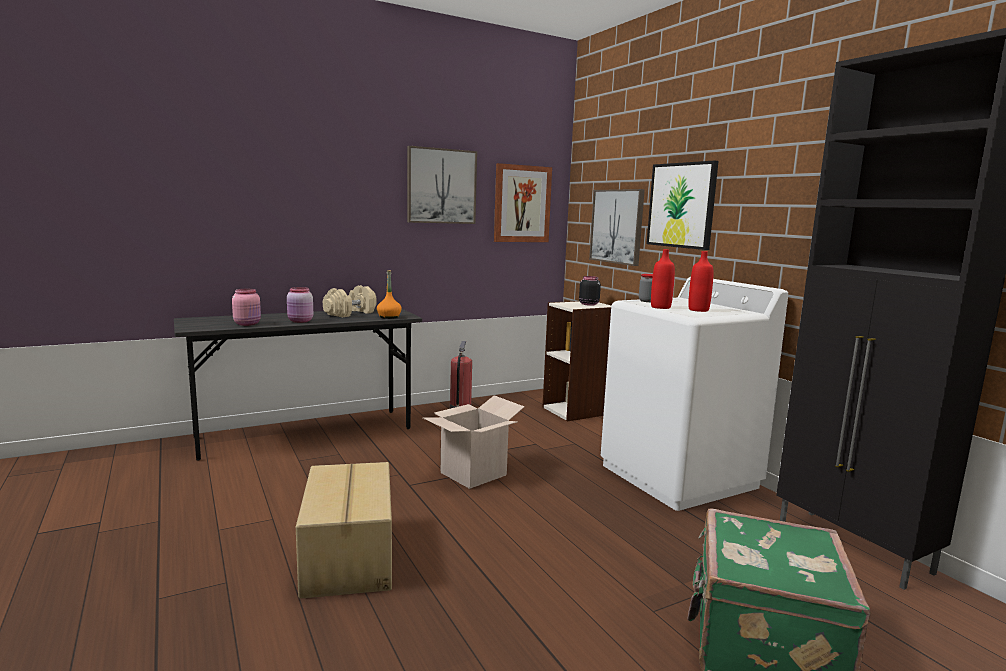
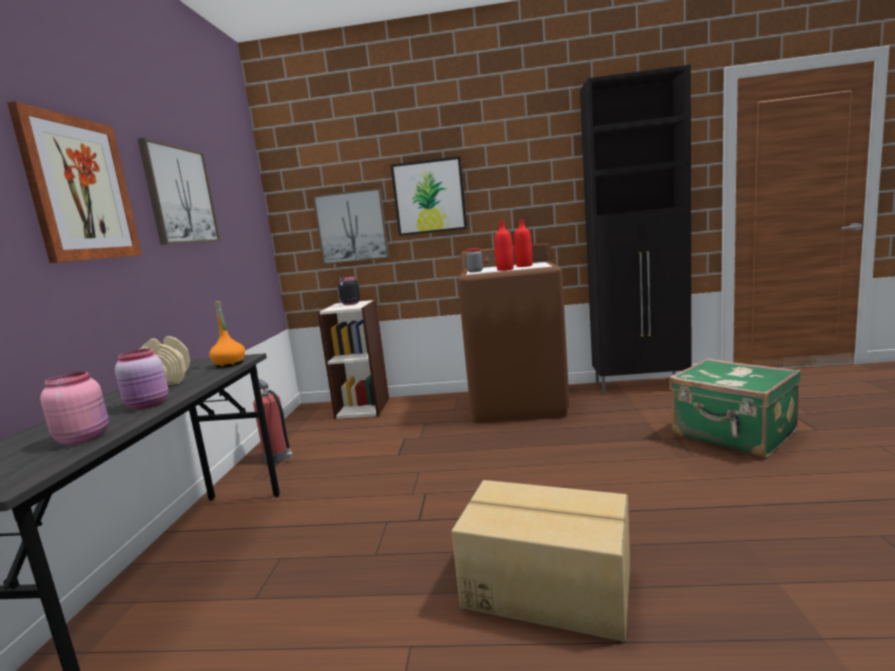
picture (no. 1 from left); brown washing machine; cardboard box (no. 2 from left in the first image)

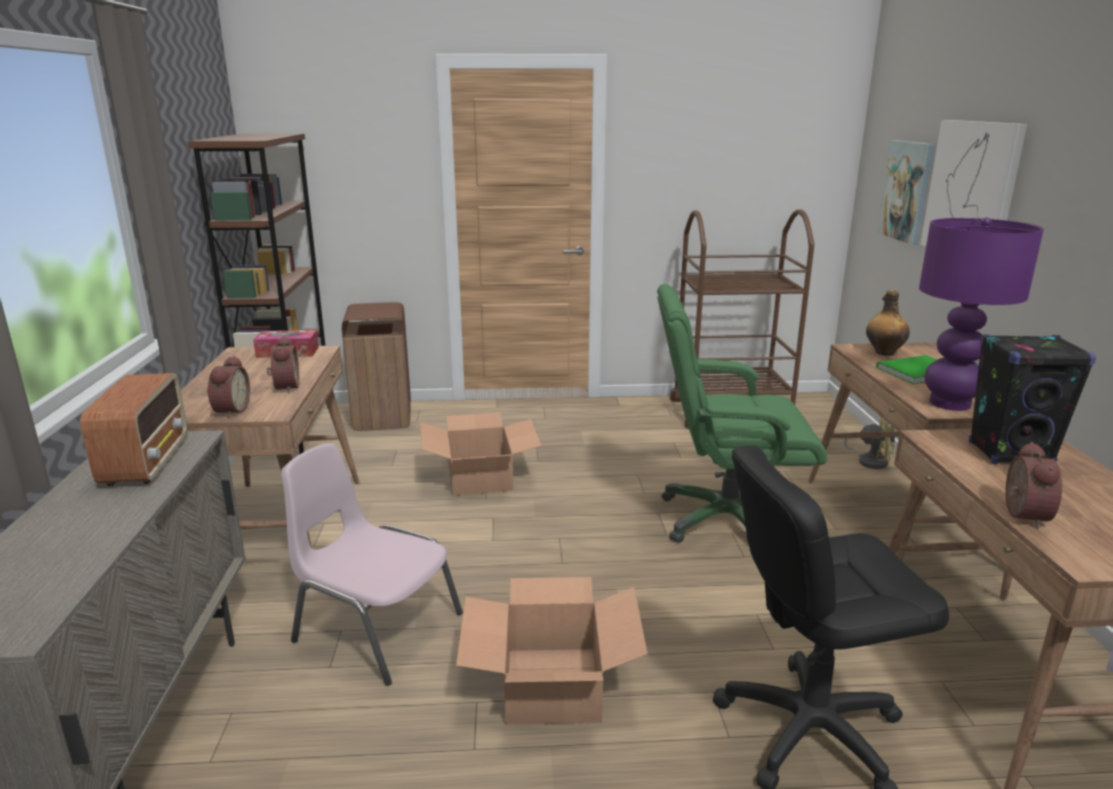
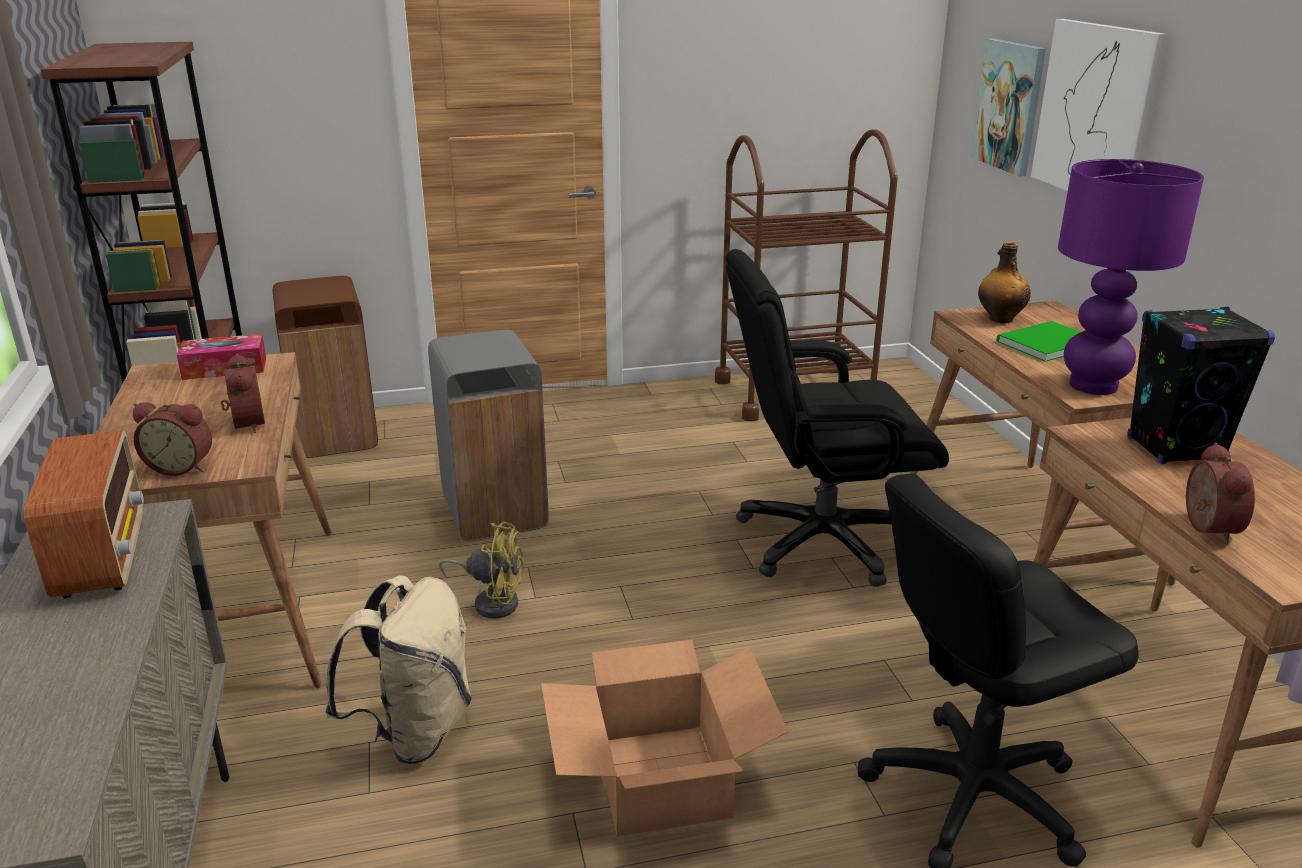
black office chair (no. 1 from left); alarm clock (no. 1 from left); grey trash can; yellow fan; beige backpack

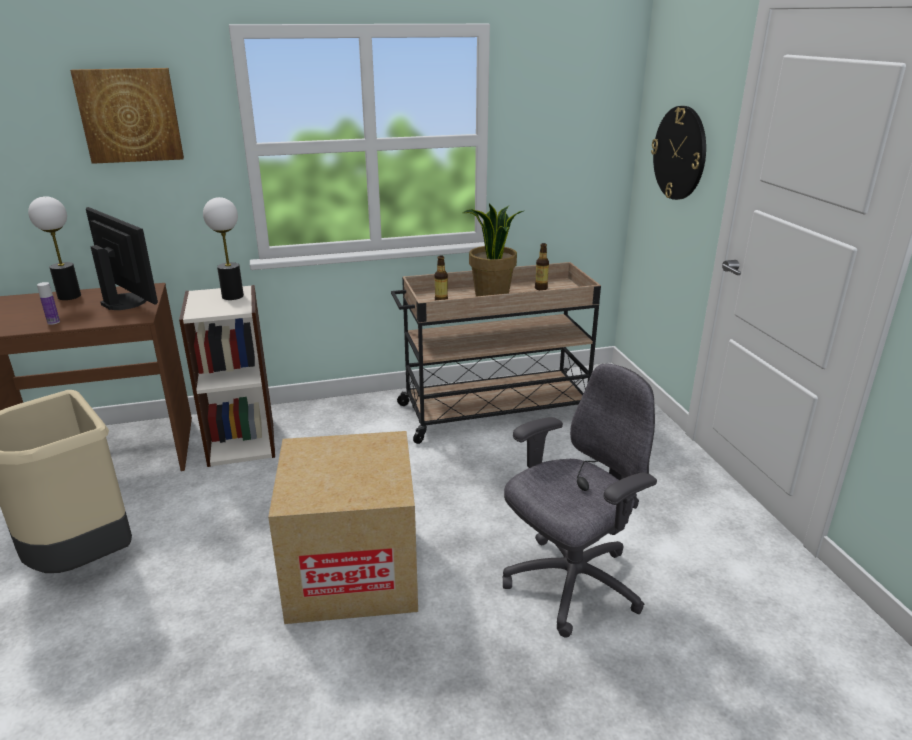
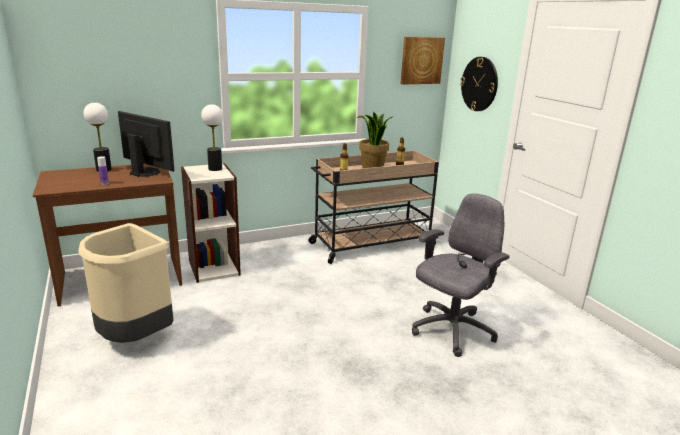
picture; cardboard box

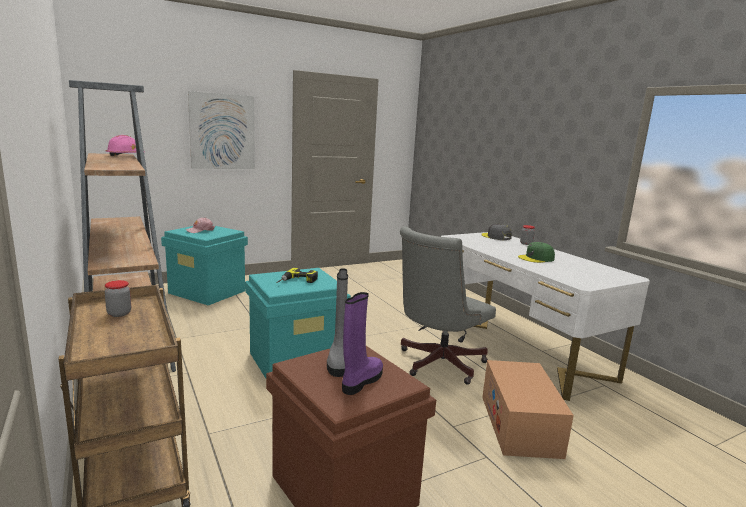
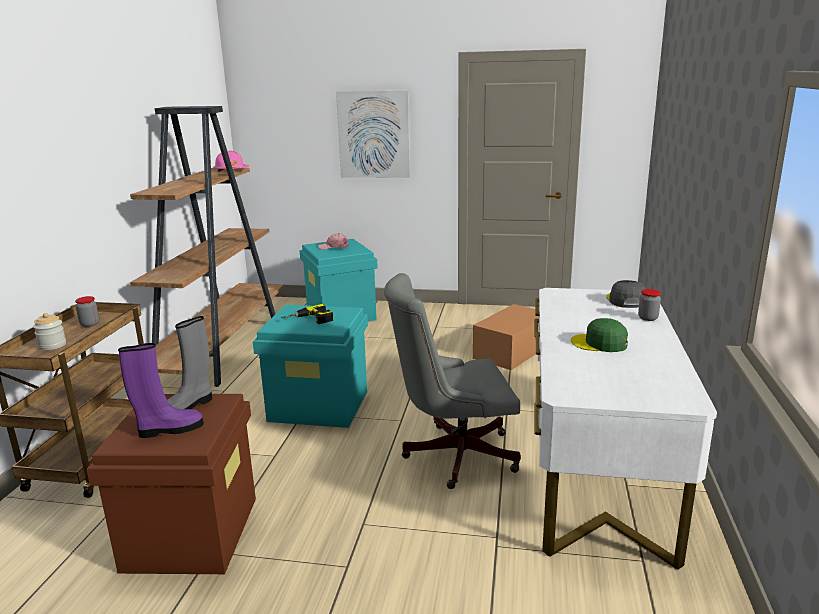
cardboard box; jar (no. 1 from left)

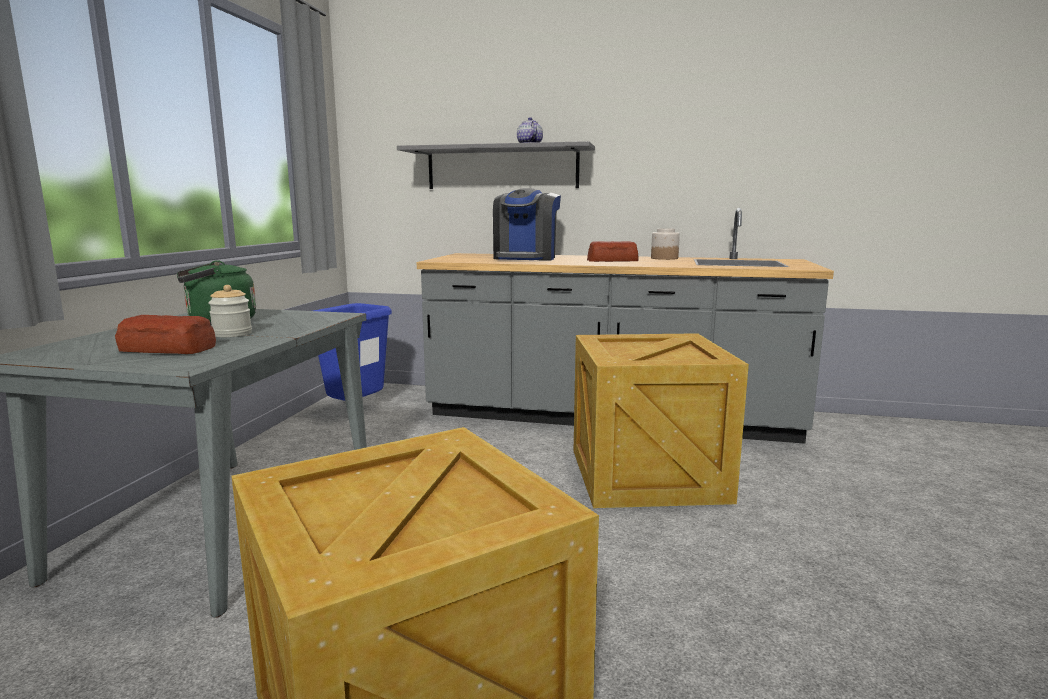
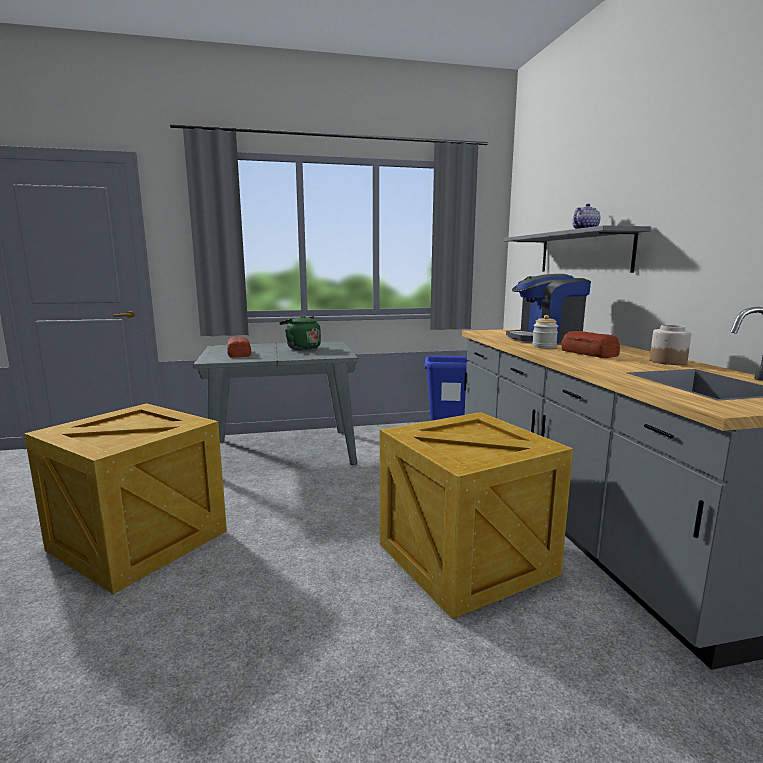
jar (no. 1 from left)

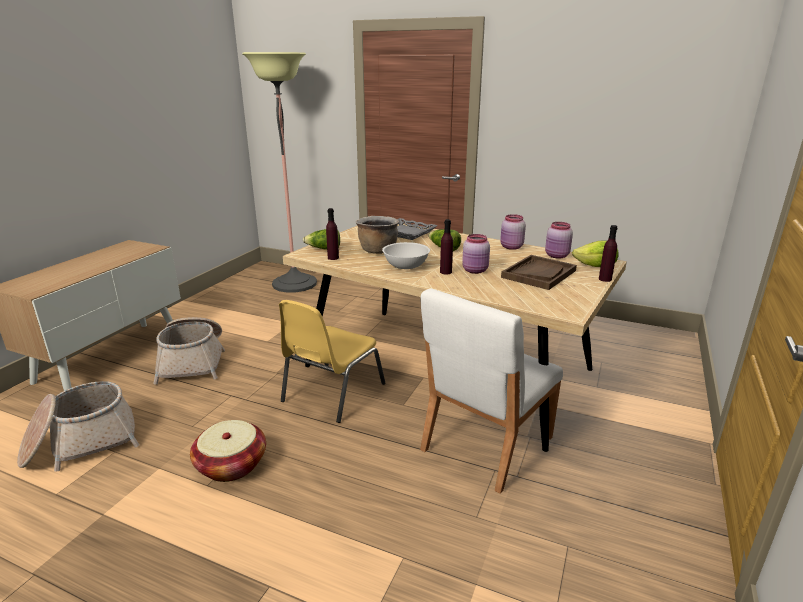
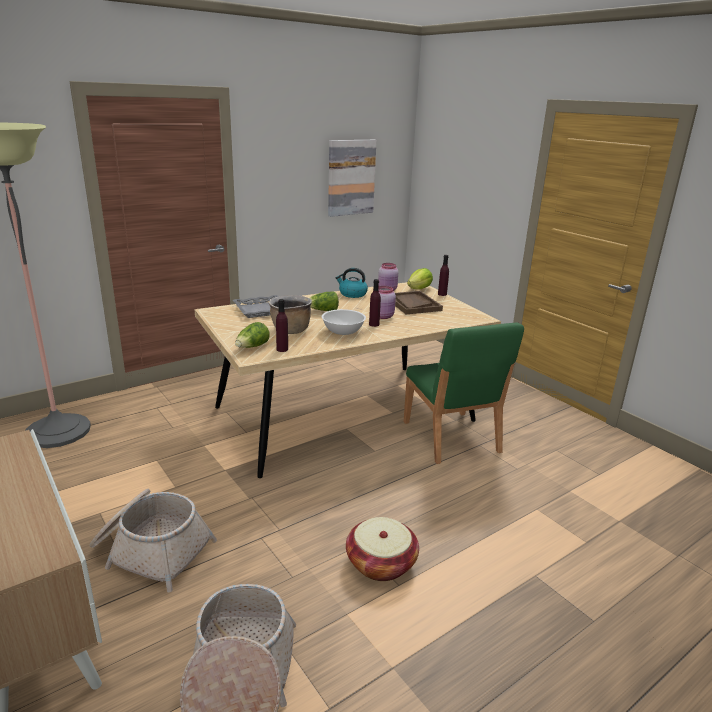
kettle; green chair; yellow chair; picture

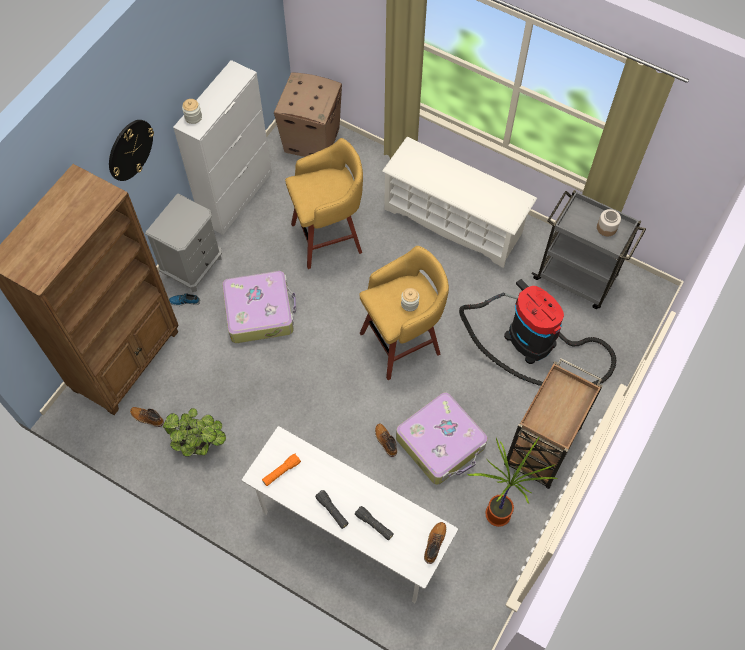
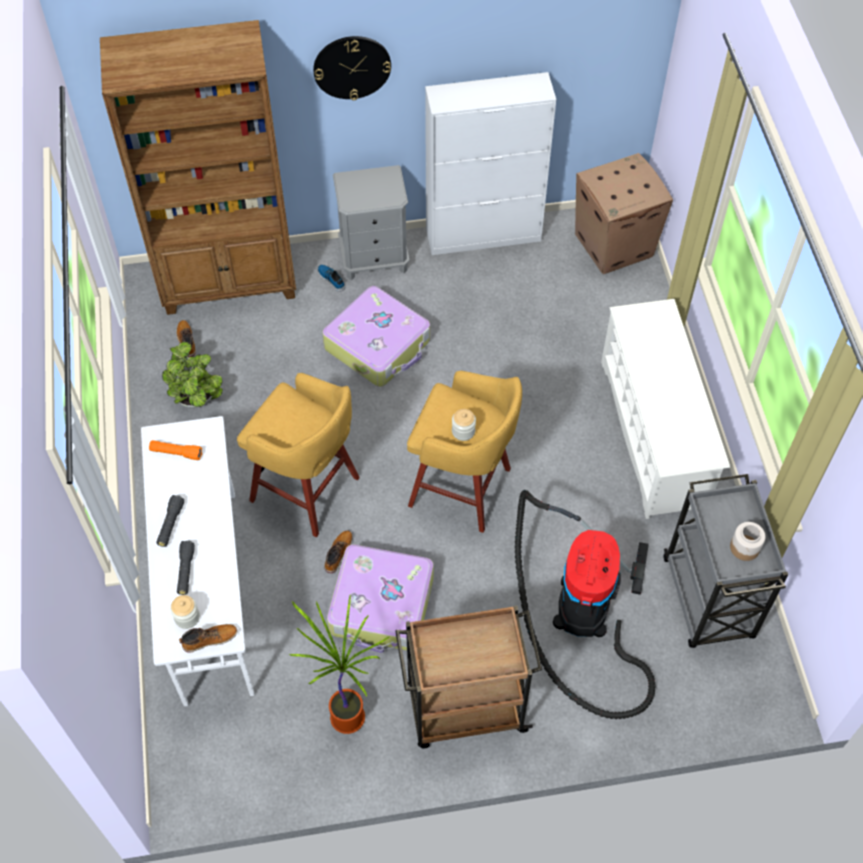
jar (no. 1 from left); yellow stool (no. 1 from left)

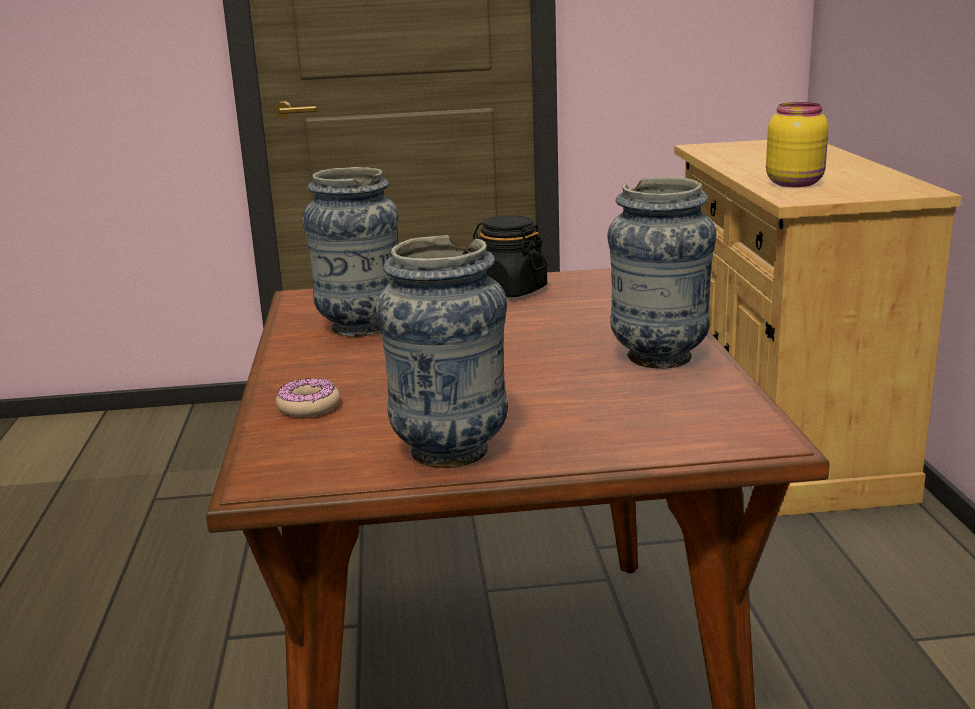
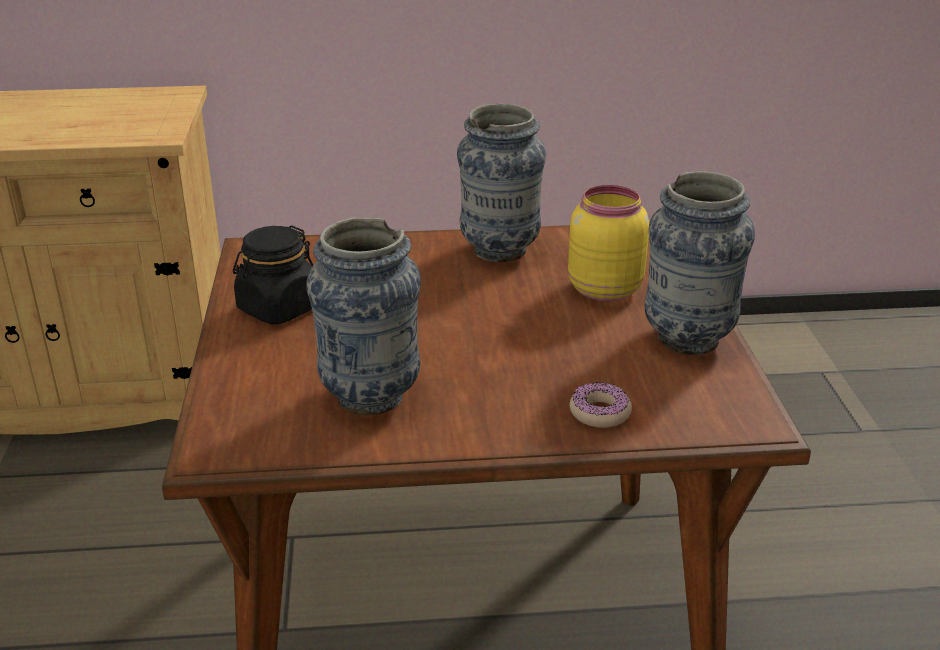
yellow jar

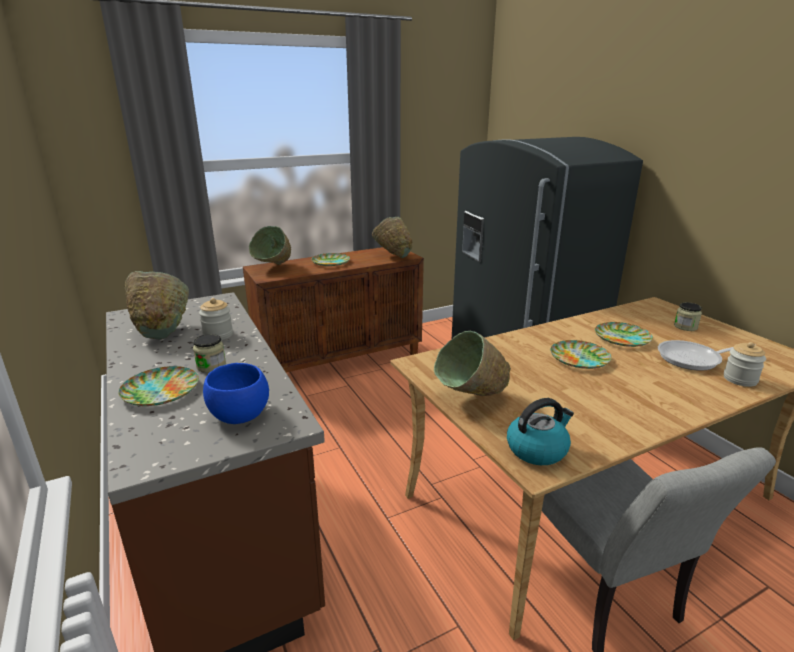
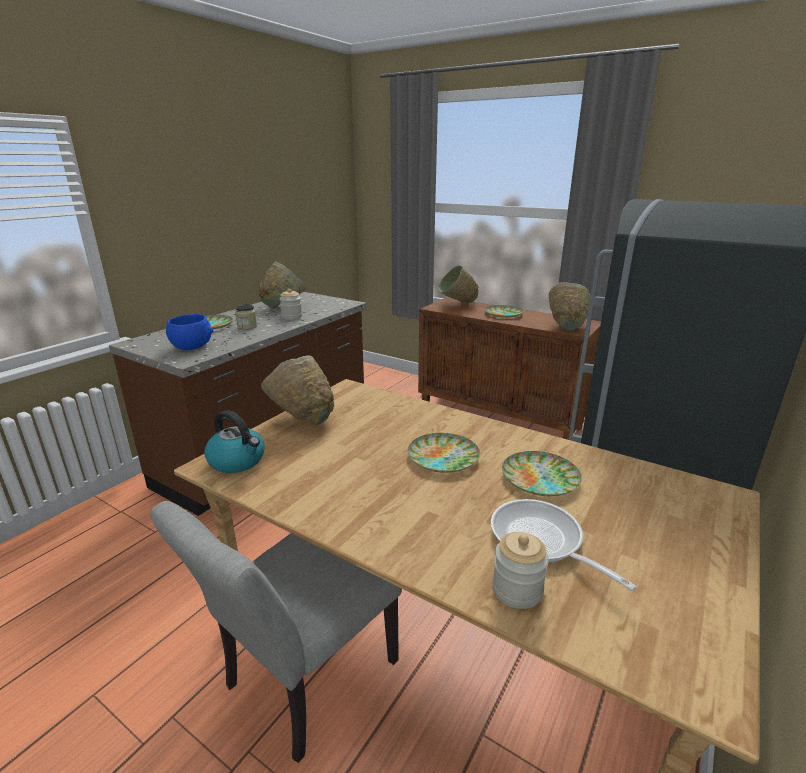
jar (no. 3 from left in the first image)

